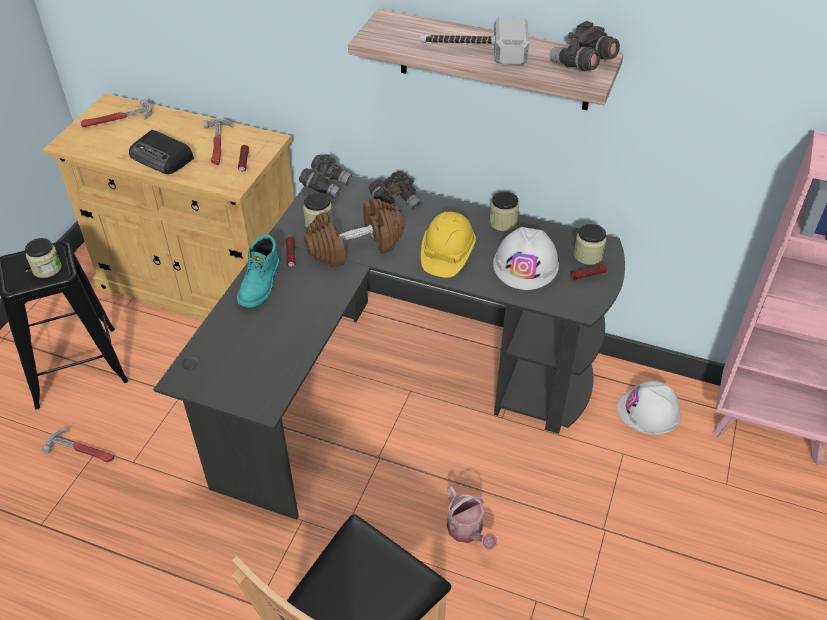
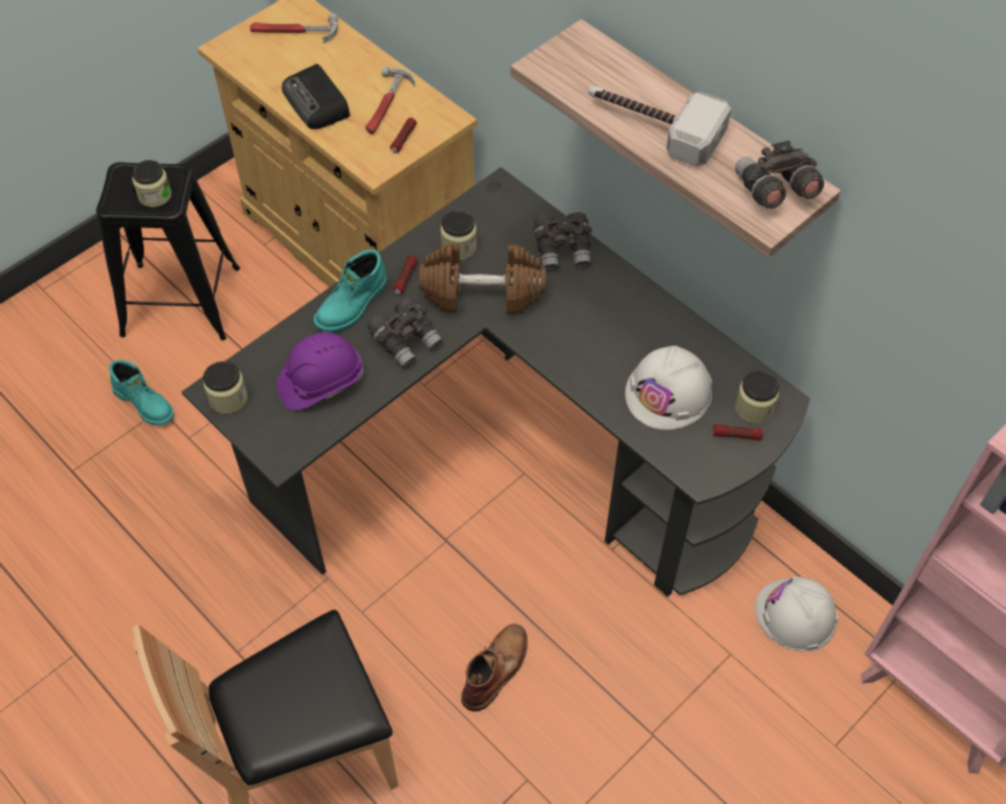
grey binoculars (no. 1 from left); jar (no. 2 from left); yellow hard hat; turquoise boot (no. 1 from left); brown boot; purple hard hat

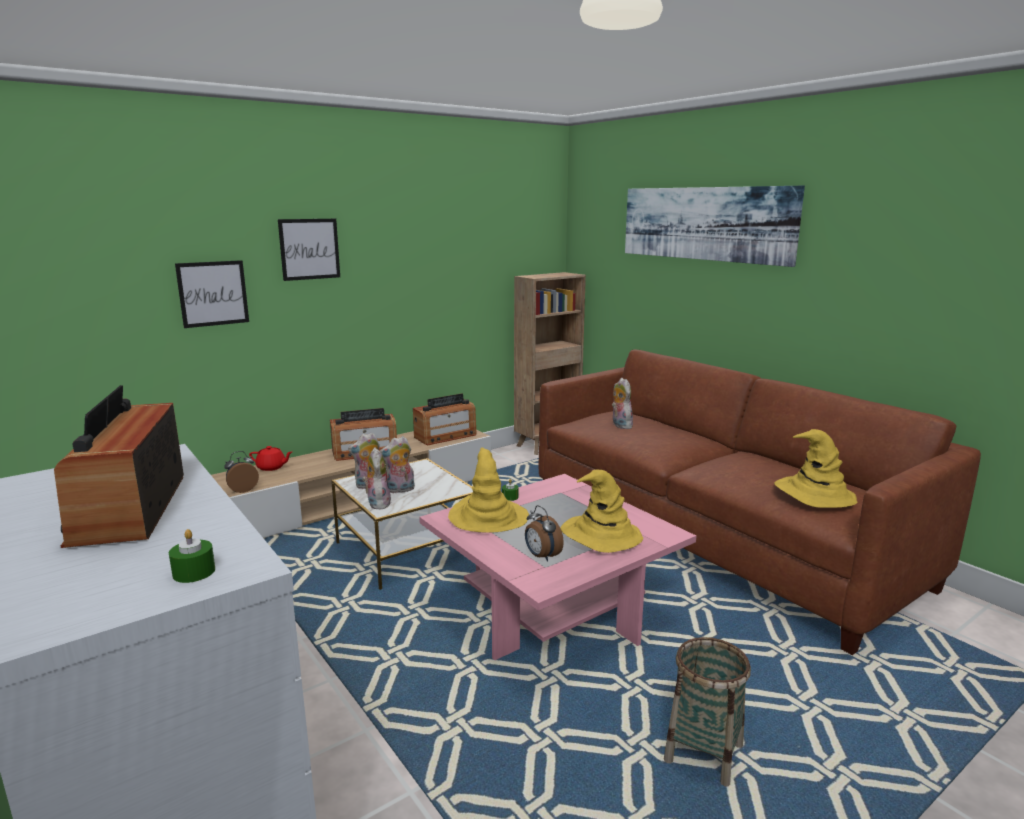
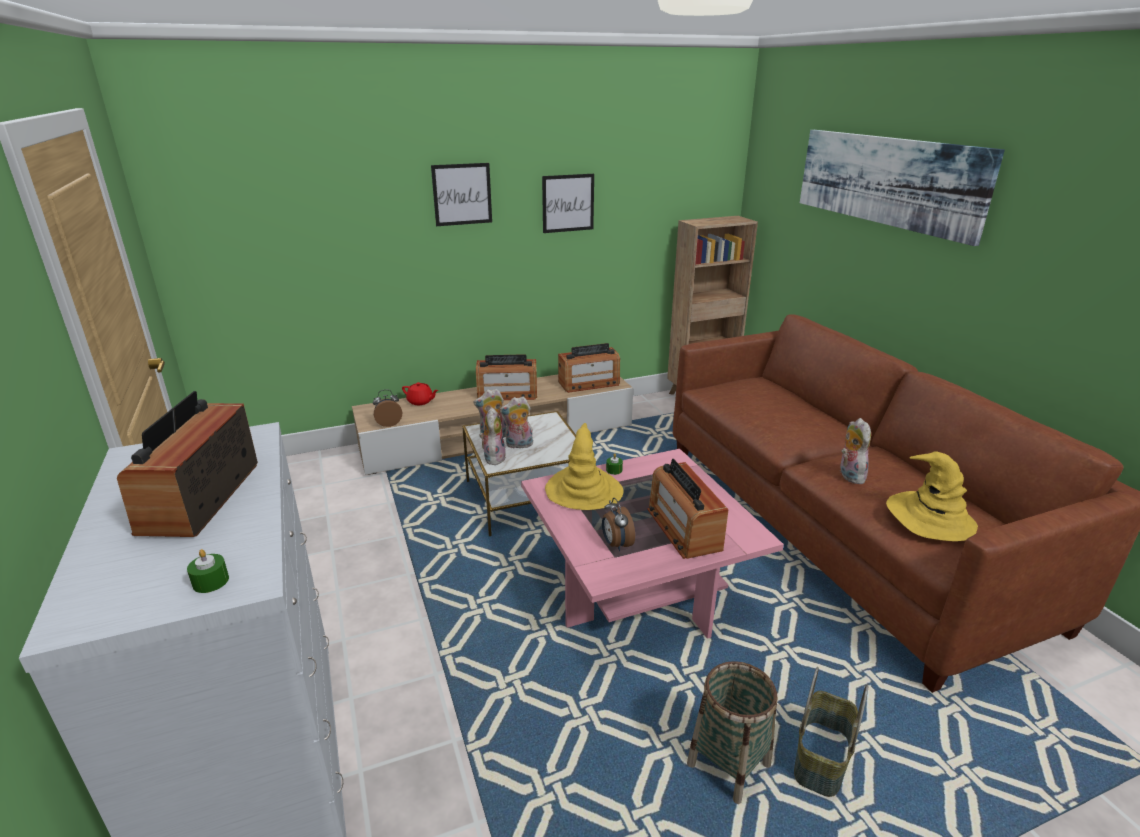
picture (no. 2 from left); plush toy (no. 4 from left); radio (no. 4 from left); basket (no. 2 from left)

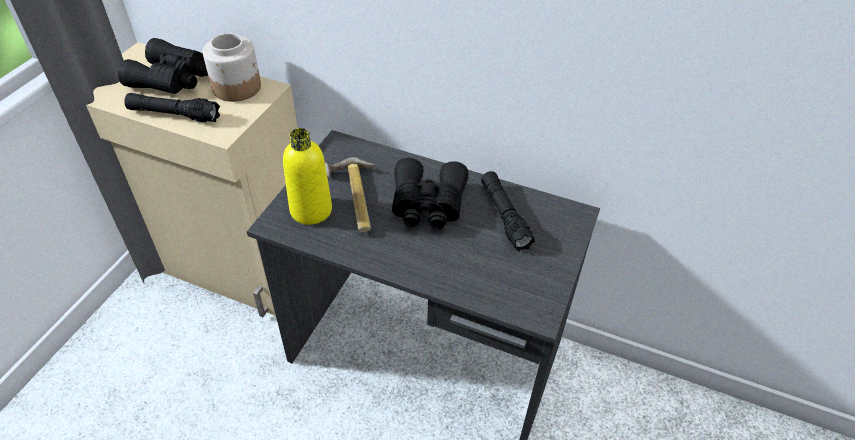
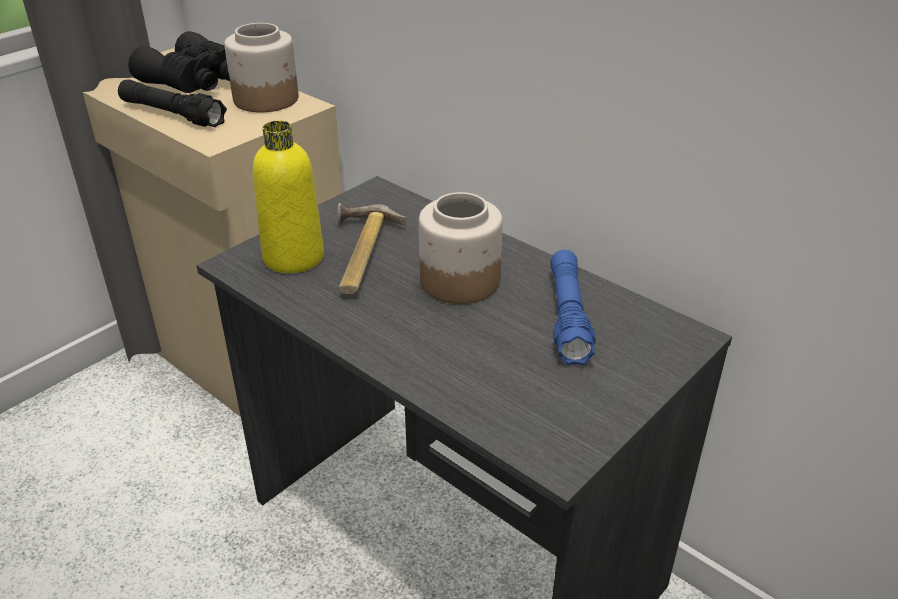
jar (no. 2 from left); blue flashlight

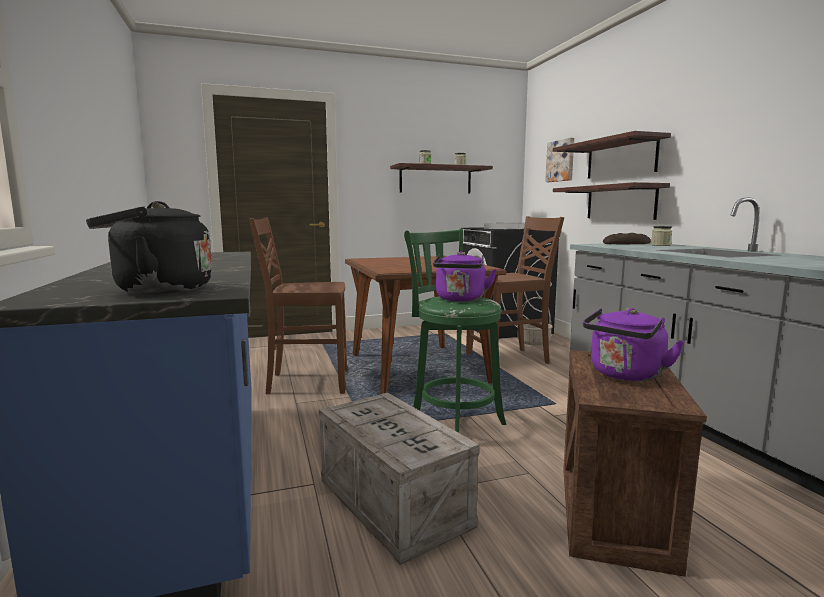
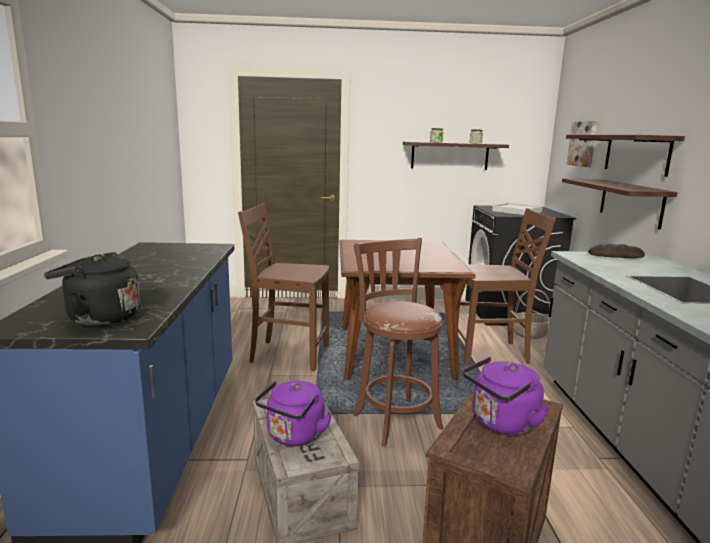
jar (no. 3 from left in the first image); brown stool; purple kettle (no. 1 from left)

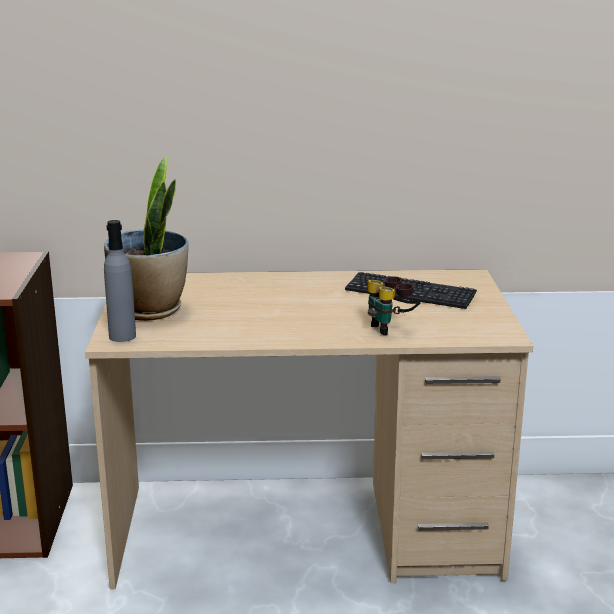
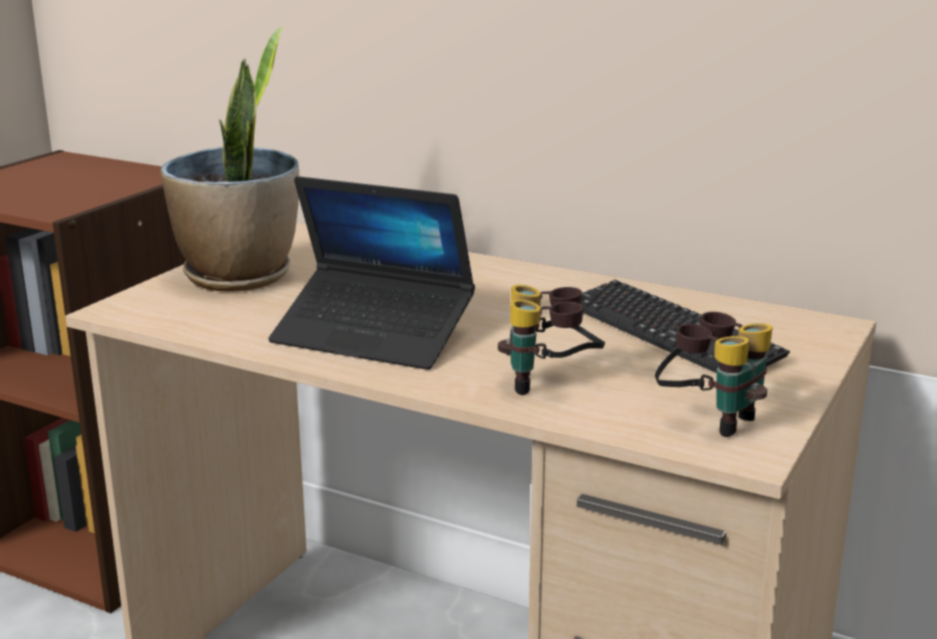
grey bottle; laptop; binoculars (no. 2 from left)

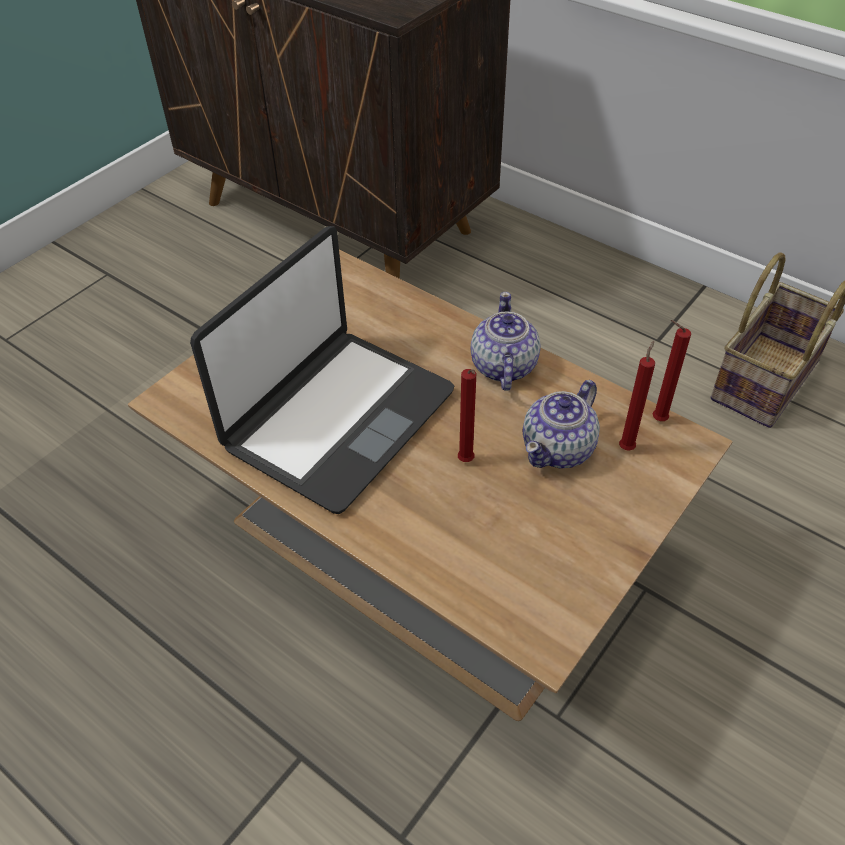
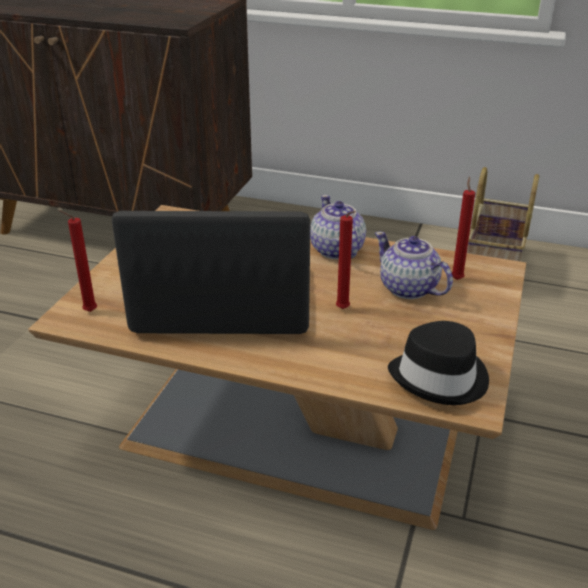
laptop; red candle (no. 1 from left); teapot (no. 2 from left); black hat

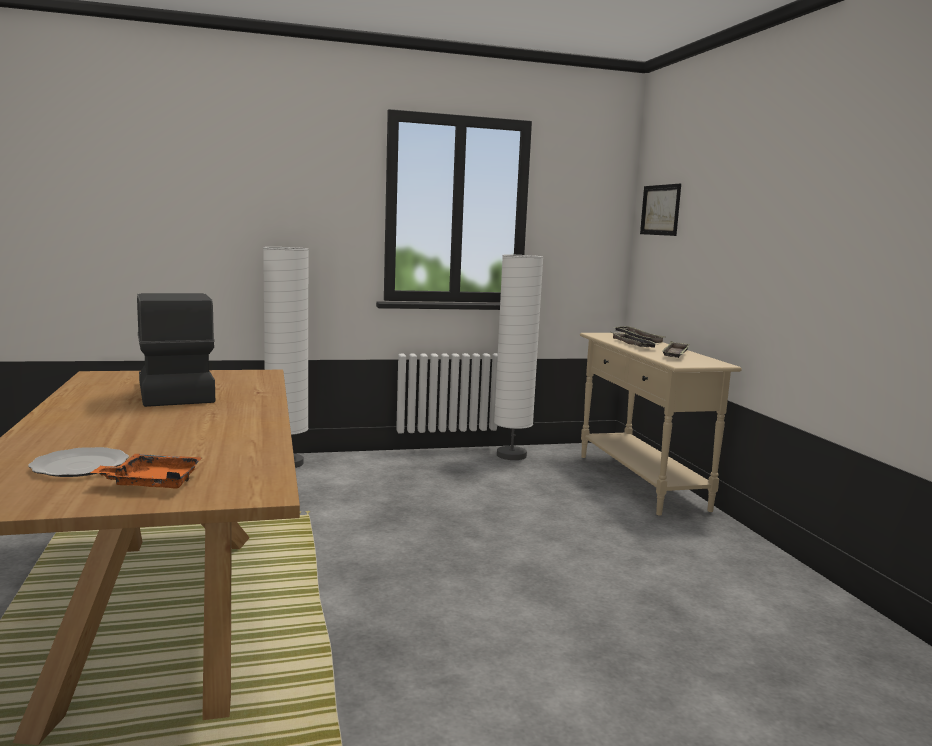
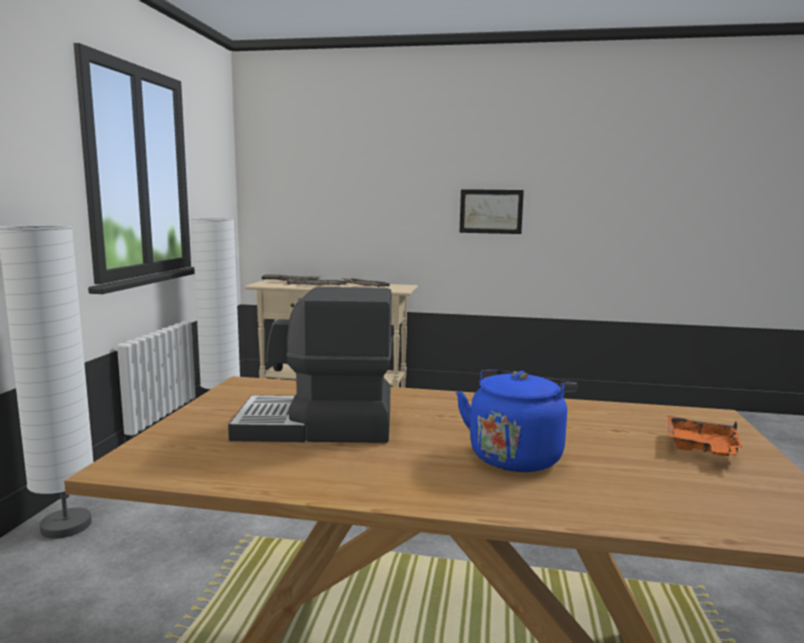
picture; plate; blue kettle

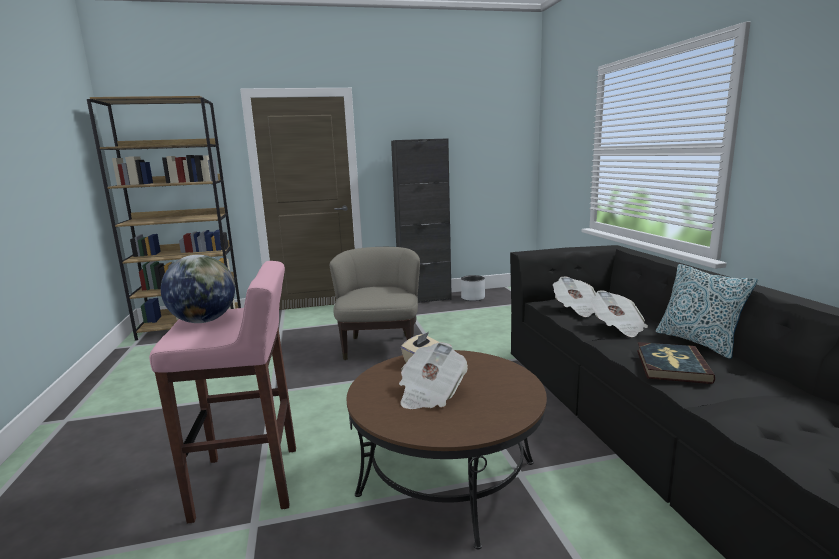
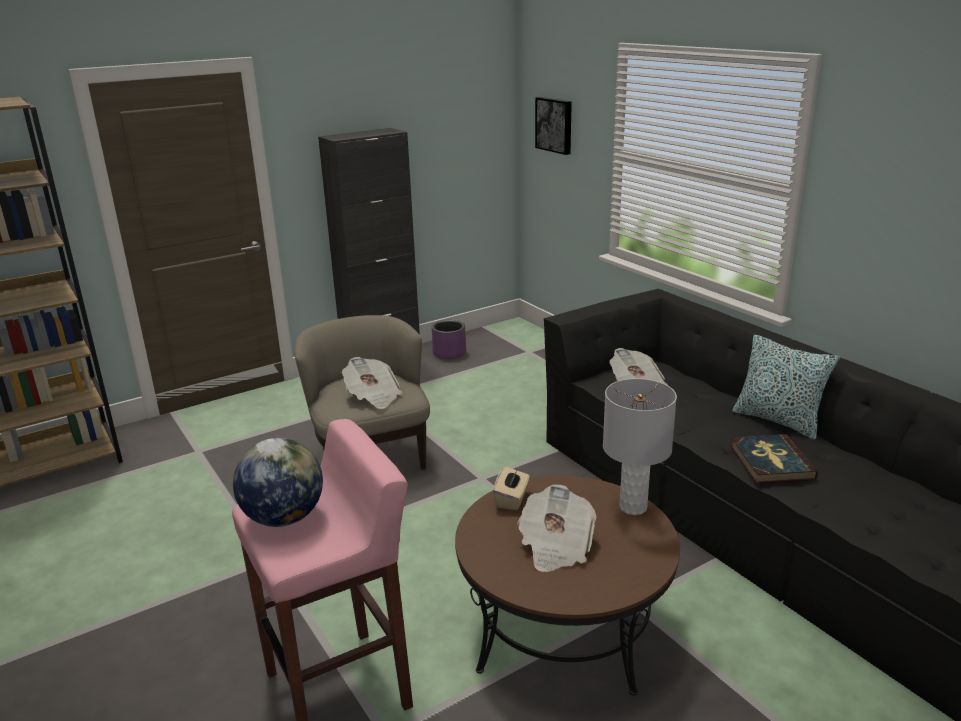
purple planter; newspaper (no. 1 from left); picture; grey table lamp

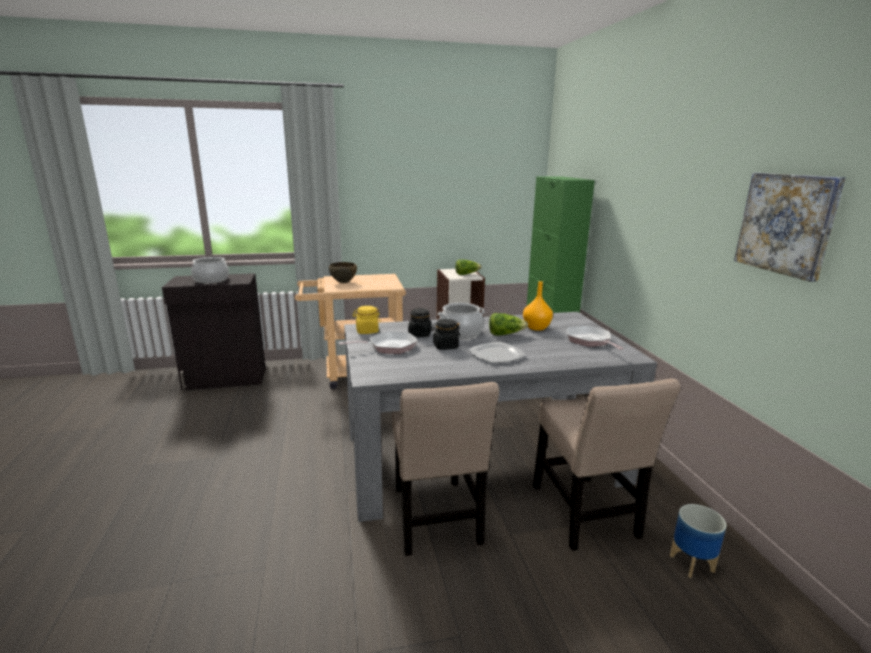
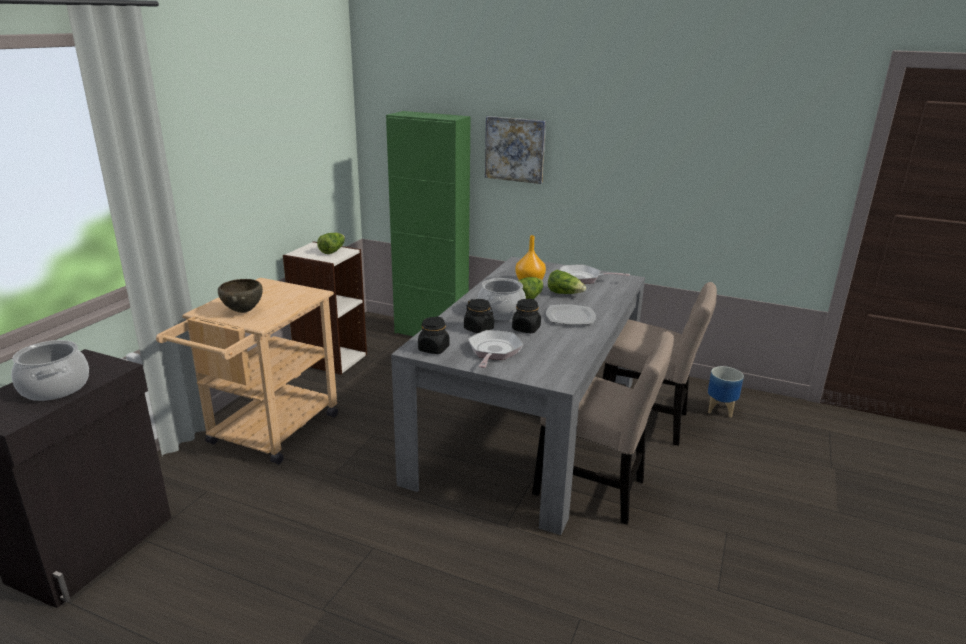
picture; black jar (no. 1 from left); lettuce (no. 3 from left)

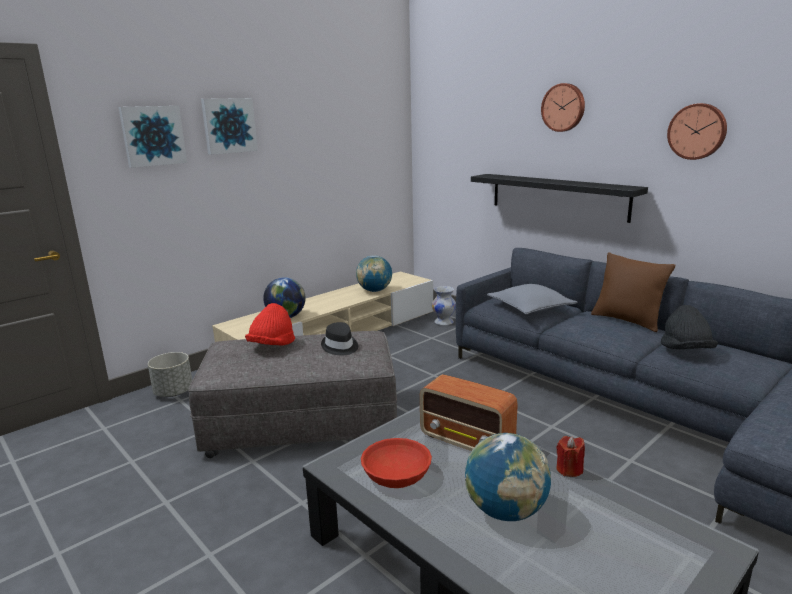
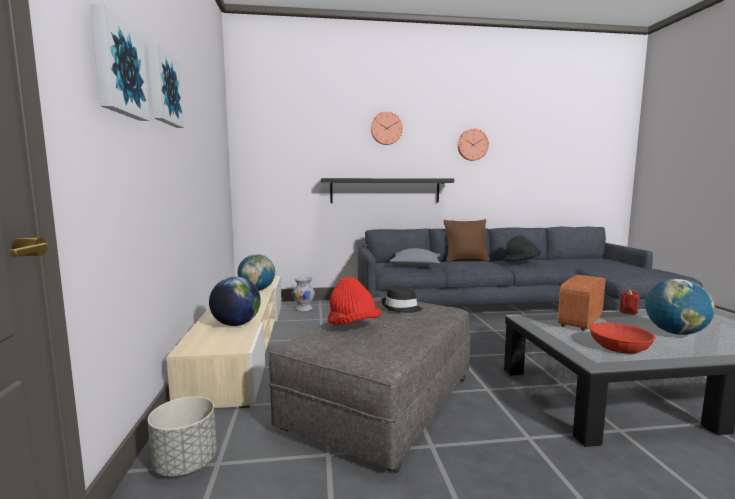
radio

